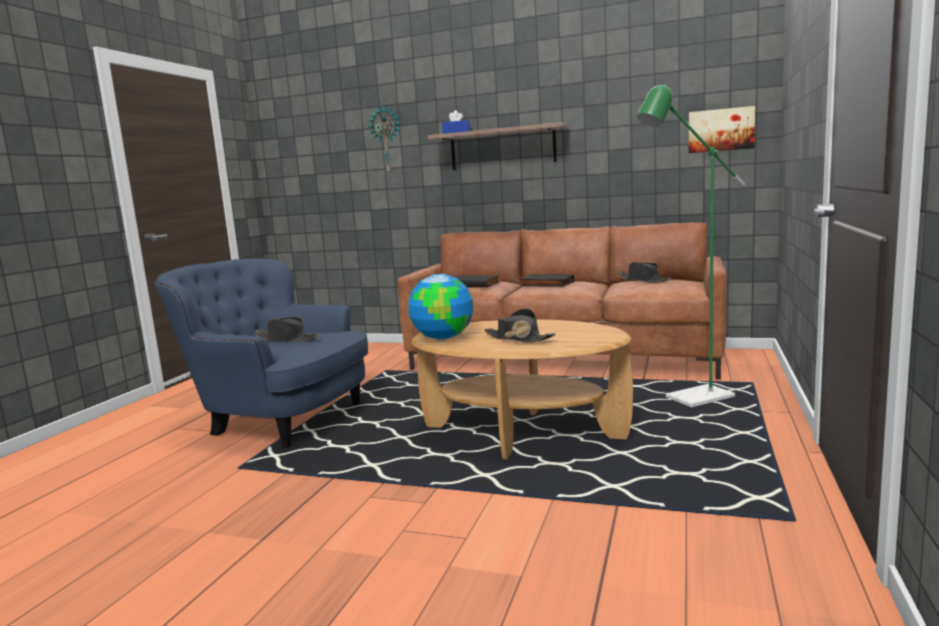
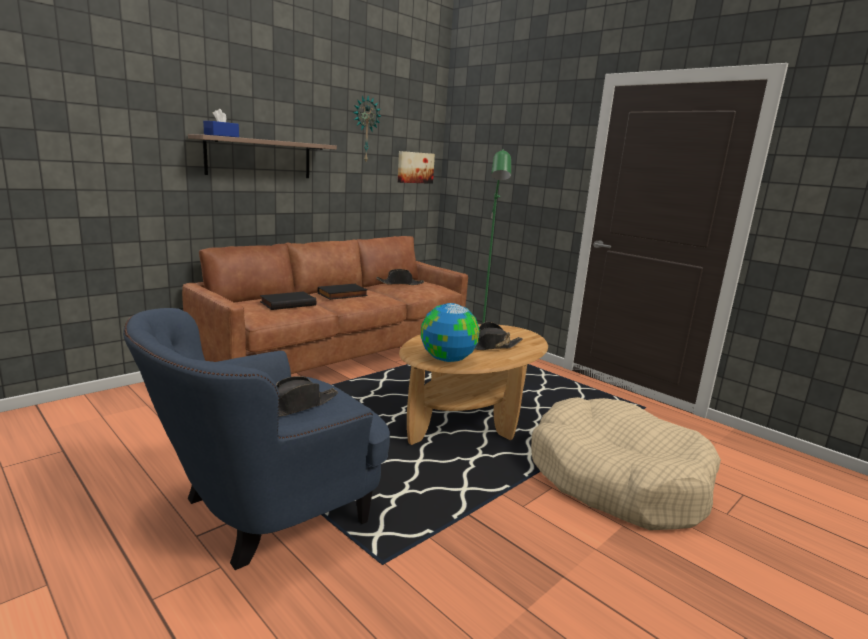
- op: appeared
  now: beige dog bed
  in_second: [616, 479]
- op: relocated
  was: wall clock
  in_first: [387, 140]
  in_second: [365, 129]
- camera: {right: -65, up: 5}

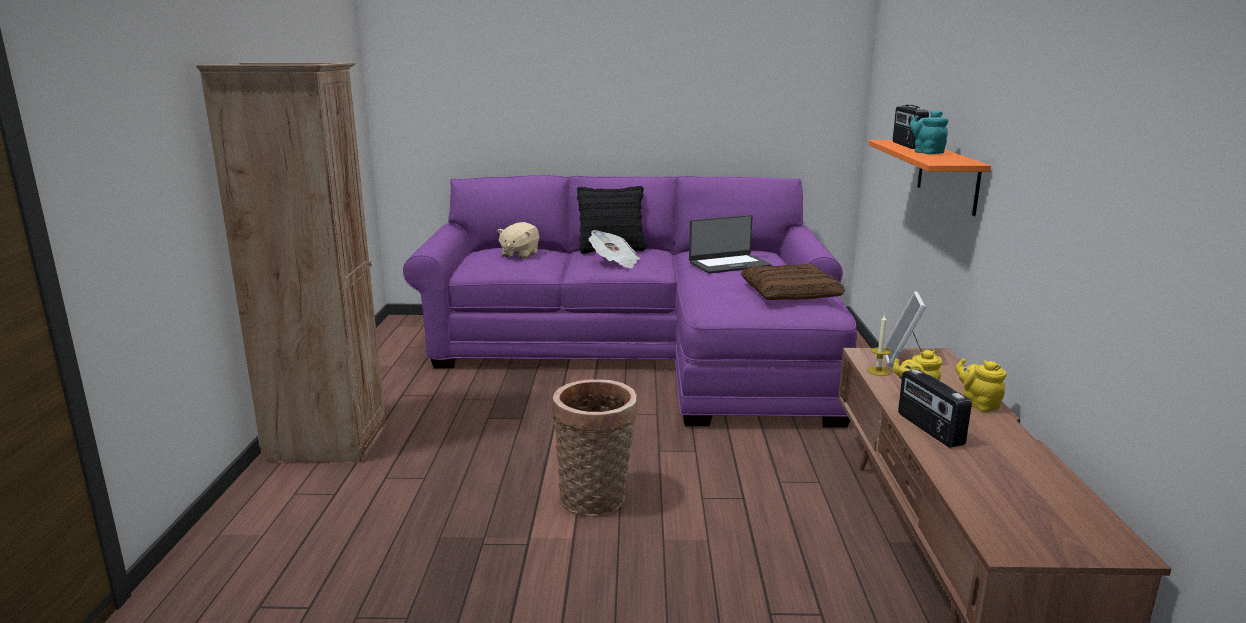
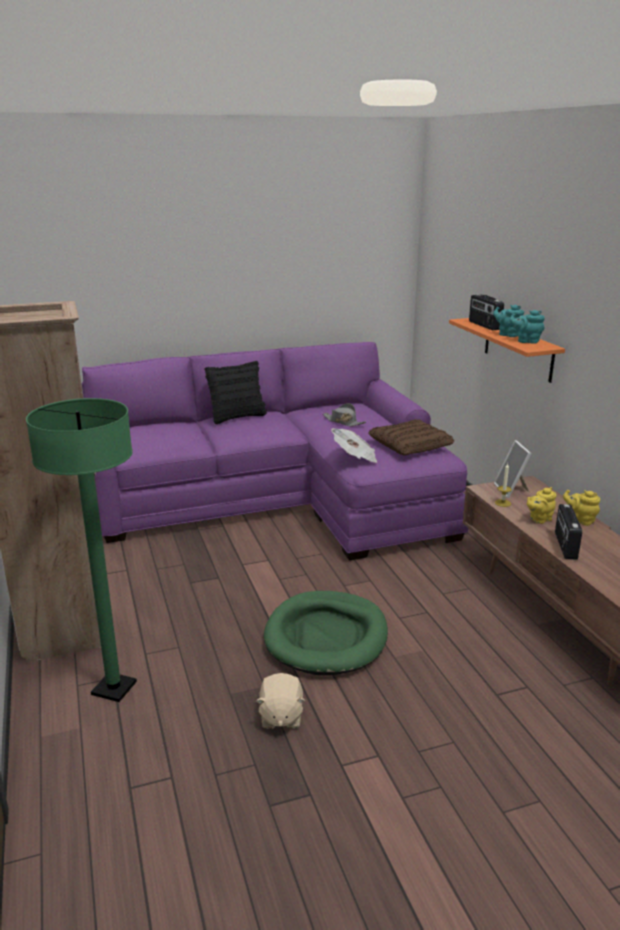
- op: appeared
  now: green floor lamp
  in_second: [114, 688]
- op: appeared
  now: turquoise teapot
  in_second: [526, 341]
- op: relocated
  was: beige plush toy
  in_first: [519, 254]
  in_second: [280, 716]
- op: relocated
  was: newspaper
  in_first: [614, 263]
  in_second: [355, 457]
- op: exchanged
  was: basket
  now: green dog bed
  in_first: [596, 500]
  in_second: [326, 637]
- op: exchanged
  was: laptop
  now: grey hat
  in_first: [729, 264]
  in_second: [343, 422]
- op: spun
  was: radio
  in_first: [929, 429]
  in_second: [565, 546]
  clockwise: 45
- camera: {right: -20, up: 5}

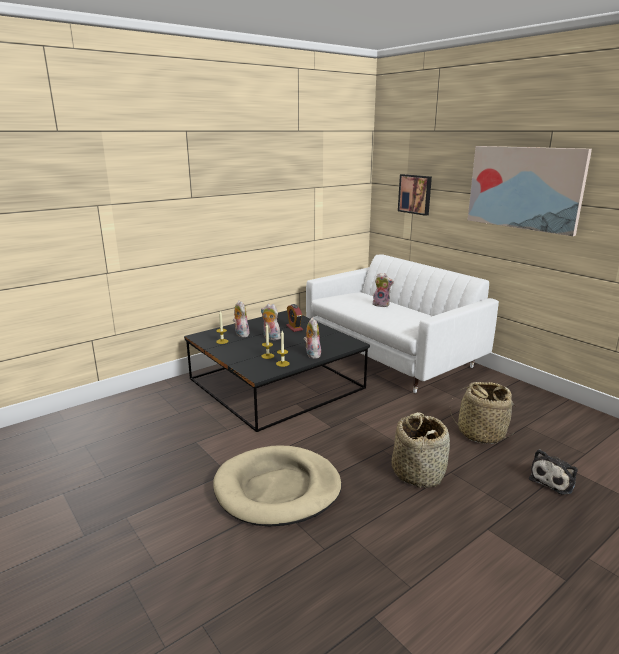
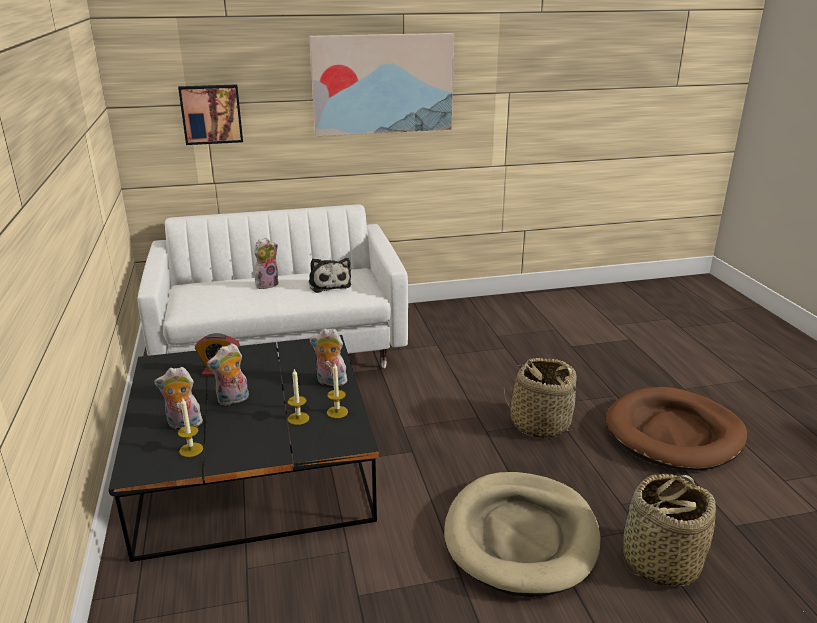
- op: appeared
  now: brown dog bed
  in_second: [674, 433]
- op: relocated
  was: basket
  in_first: [481, 433]
  in_second: [659, 561]
- op: relocated
  was: plush toy
  in_first: [553, 480]
  in_second: [329, 284]
- camera: {right: -65, up: 5}

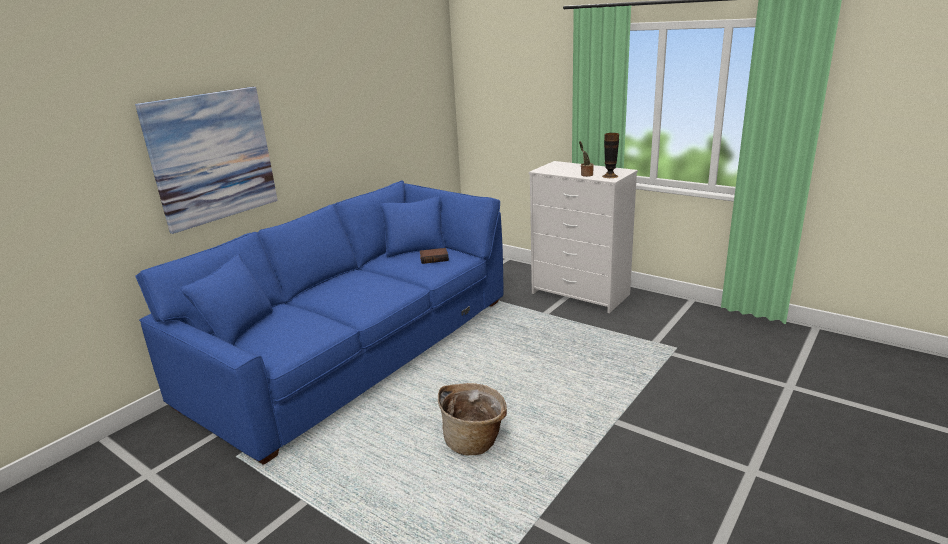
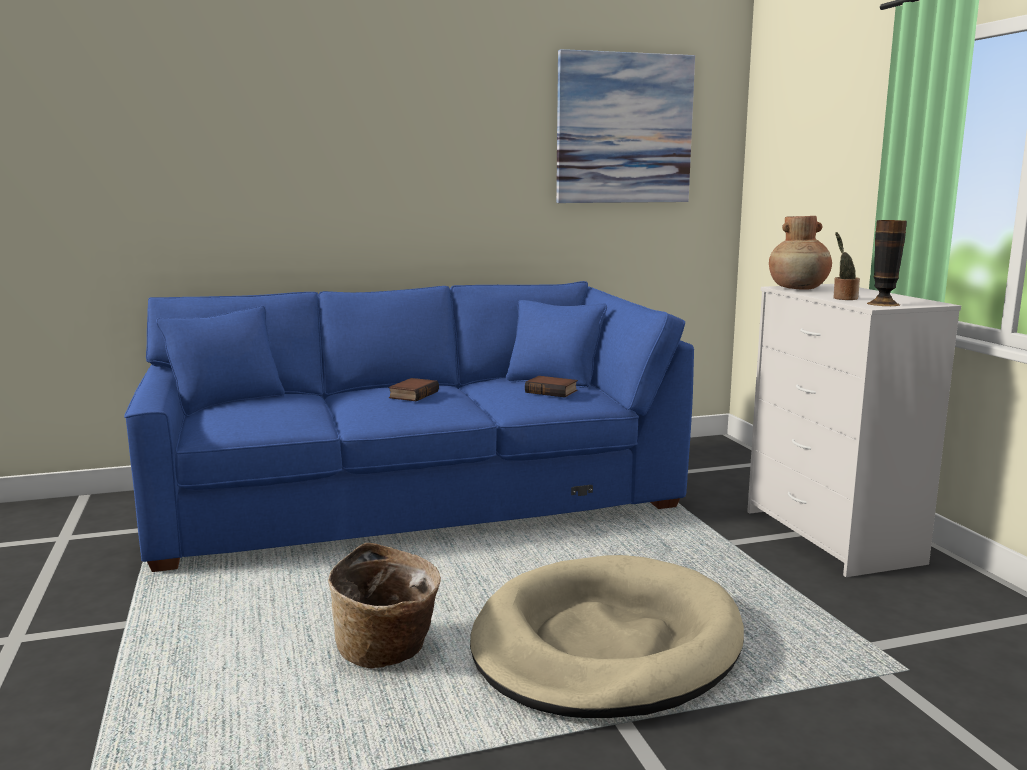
- op: appeared
  now: book
  in_second: [413, 394]
- op: appeared
  now: beige dog bed
  in_second: [606, 645]
- op: appeared
  now: brown vase
  in_second: [799, 288]
- op: relocated
  was: picture
  in_first: [212, 157]
  in_second: [624, 129]
- camera: {right: 35, up: -10}

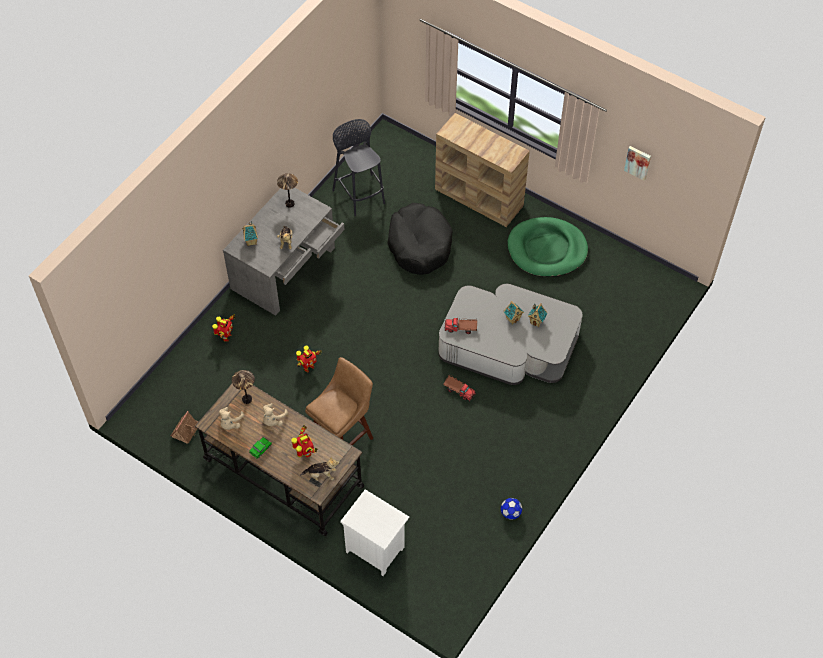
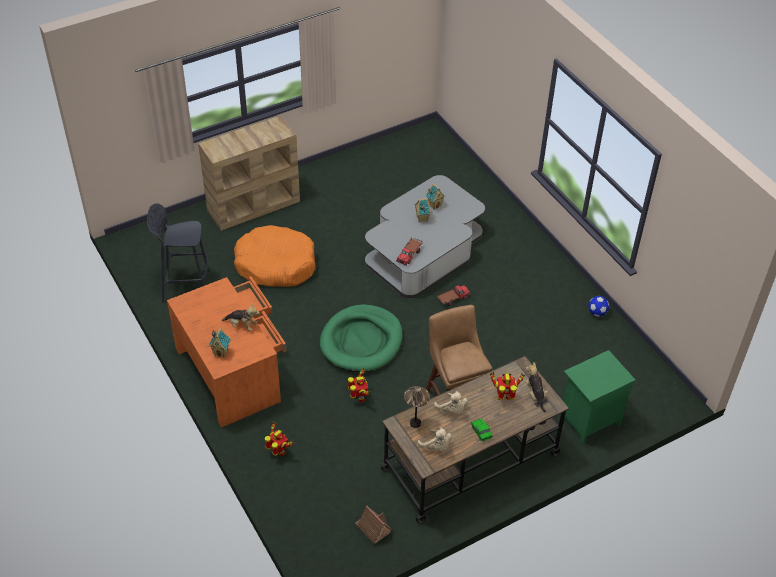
- op: missing
  was: table lamp
  in_first: [290, 204]
- op: missing
  was: picture
  in_first: [638, 162]
- op: relocated
  was: green dog bed
  in_first: [547, 249]
  in_second: [361, 341]
- op: colour
  was: grey desk
  now: orange desk
  in_first: [288, 270]
  in_second: [233, 371]
- op: colour
  was: white nightstand
  now: green nightstand
  in_first: [375, 548]
  in_second: [588, 420]
- op: colour
  was: black dog bed
  now: orange dog bed
  in_first: [419, 244]
  in_second: [275, 264]
- op: spun
  was: plush toy
  in_first: [321, 475]
  in_second: [535, 395]
  clockwise: -45
- camera: {right: -65, up: -10}

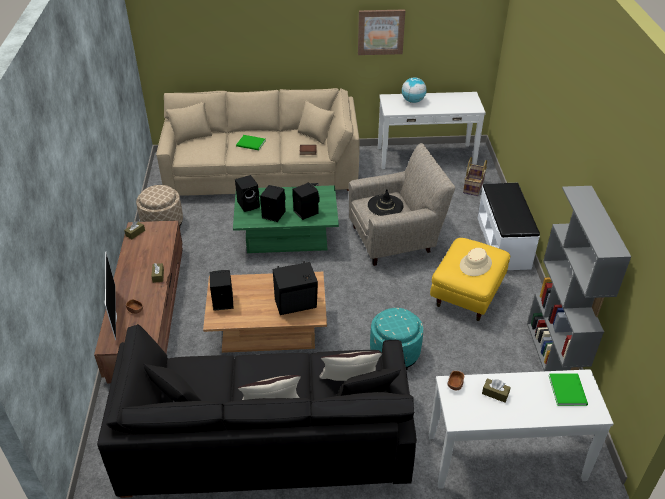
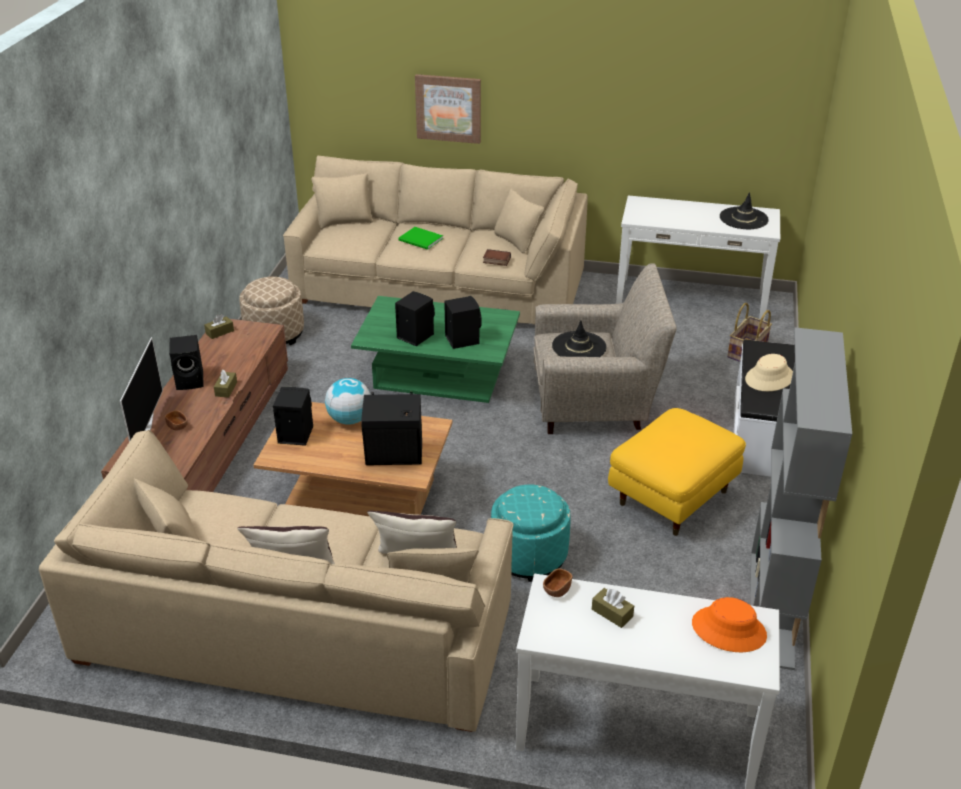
- op: appeared
  now: black hat
  in_second: [743, 218]
- op: relocated
  was: black speaker
  in_first: [249, 204]
  in_second: [191, 380]
- op: relocated
  was: picture
  in_first: [380, 32]
  in_second: [448, 108]
- op: relocated
  was: globe
  in_first: [413, 101]
  in_second: [349, 419]
- op: relocated
  was: beige hat
  in_first: [475, 264]
  in_second: [769, 378]
- op: exchanged
  was: green book
  now: orange hat
  in_first: [568, 389]
  in_second: [729, 629]
- op: colour
  was: black sofa
  now: beige sofa
  in_first: [265, 439]
  in_second: [296, 631]
- camera: {right: 15, up: -5}

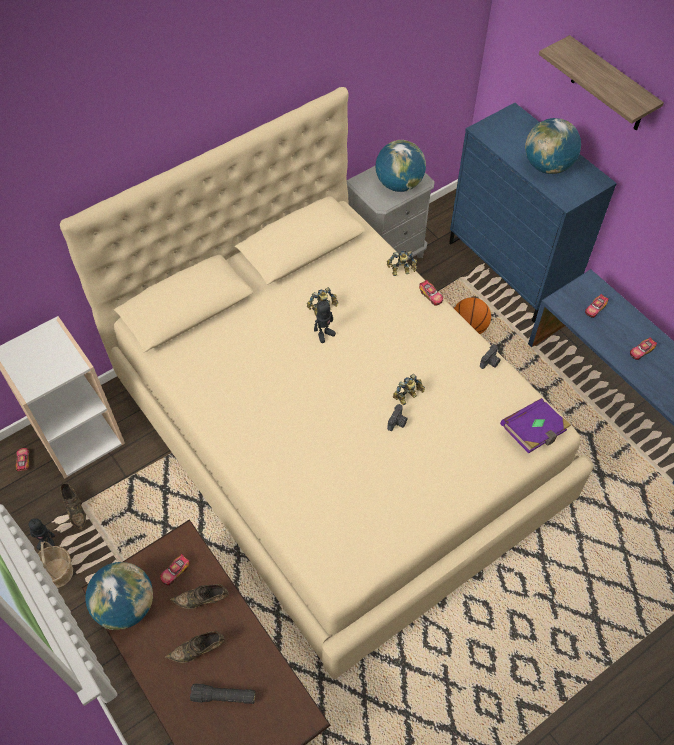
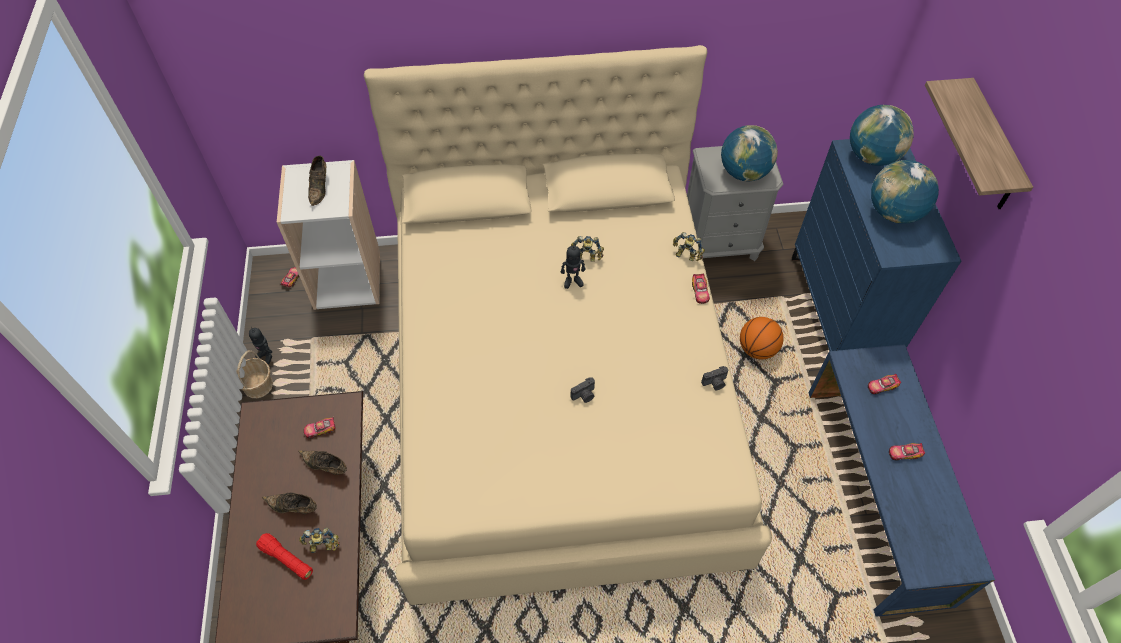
- op: missing
  was: purple book
  in_first: [533, 432]
- op: relocated
  was: brown shoe
  in_first: [75, 509]
  in_second: [320, 188]
- op: relocated
  was: globe
  in_first: [126, 606]
  in_second: [872, 157]
- op: relocated
  was: toy robot
  in_first: [408, 397]
  in_second: [322, 547]
- op: colour
  was: black flashlight
  now: red flashlight
  in_first: [224, 696]
  in_second: [287, 559]
- camera: {right: 30, up: 0}

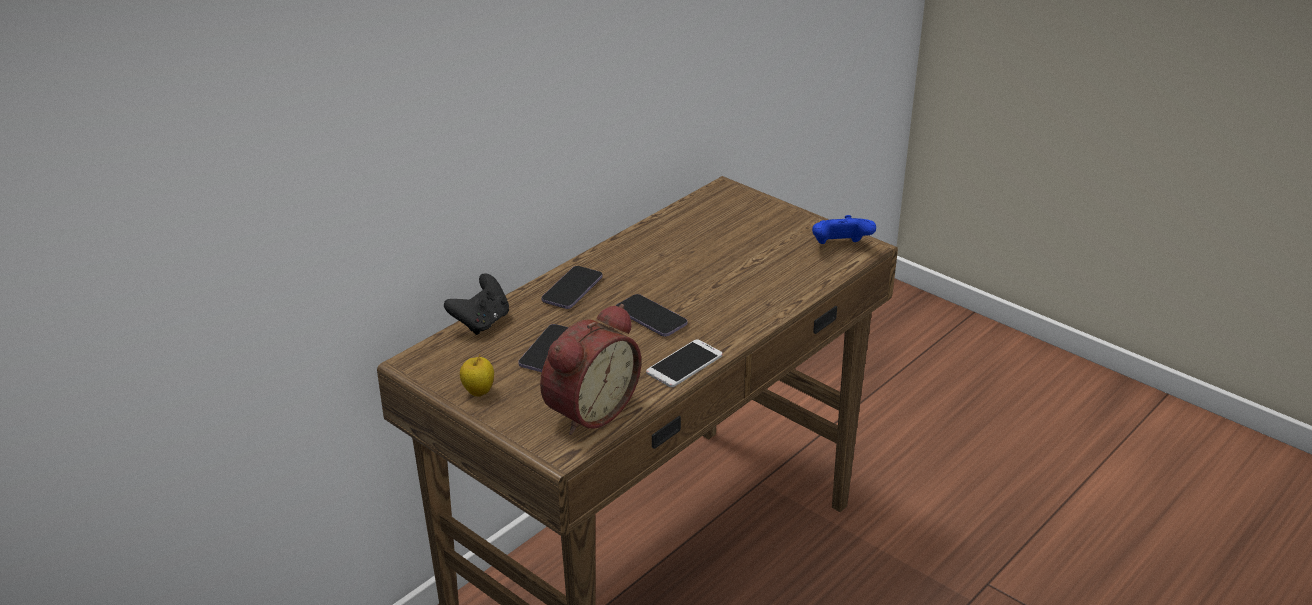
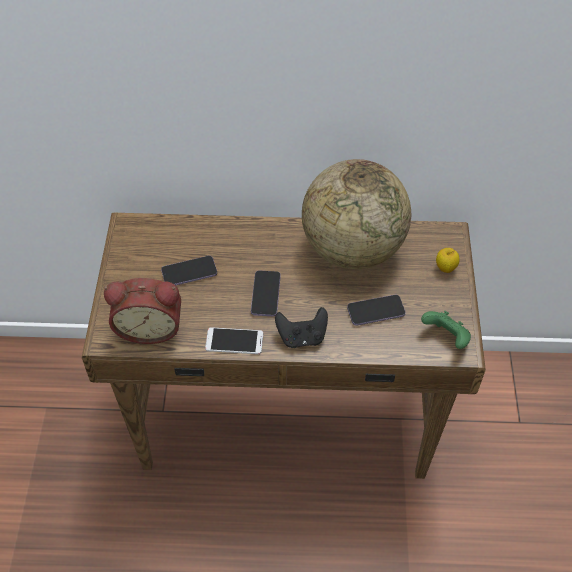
- op: appeared
  now: globe
  in_second: [352, 248]
- op: relocated
  was: black game controller
  in_first: [481, 322]
  in_second: [302, 337]
- op: relocated
  was: apple
  in_first: [478, 392]
  in_second: [445, 268]
- op: relocated
  was: phone
  in_first: [572, 289]
  in_second: [376, 311]
- op: colour
  was: blue game controller
  now: green game controller
  in_first: [840, 247]
  in_second: [446, 337]
- camera: {right: 50, up: 20}

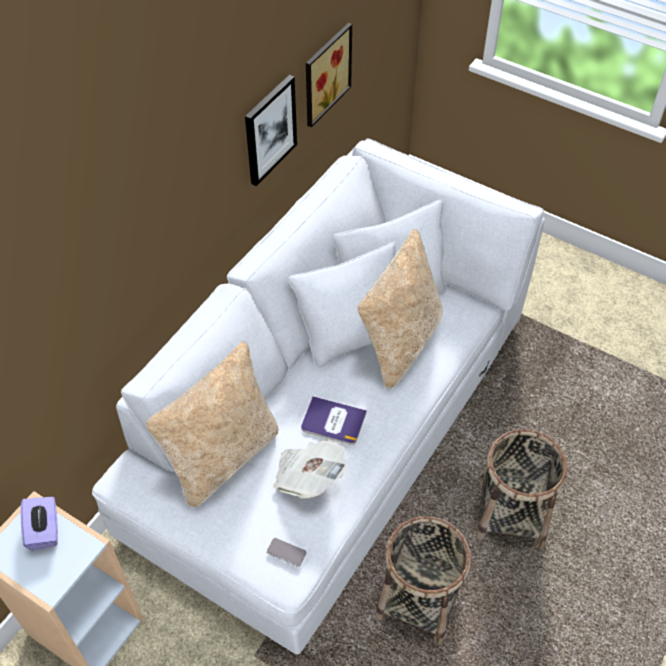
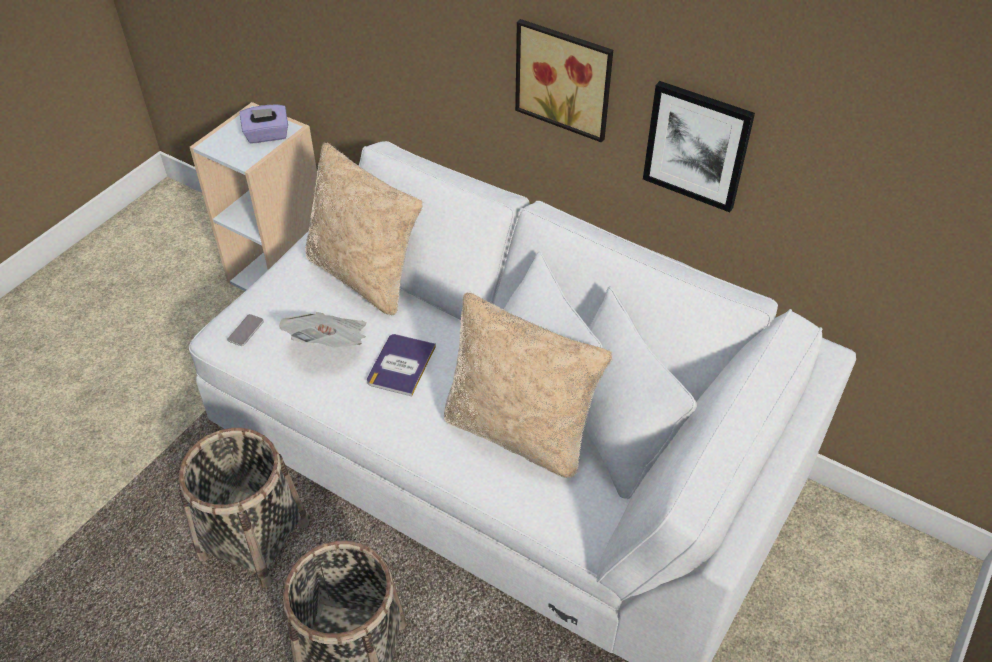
- op: relocated
  was: picture
  in_first: [324, 73]
  in_second: [565, 78]
- camera: {right: 90, up: -5}

